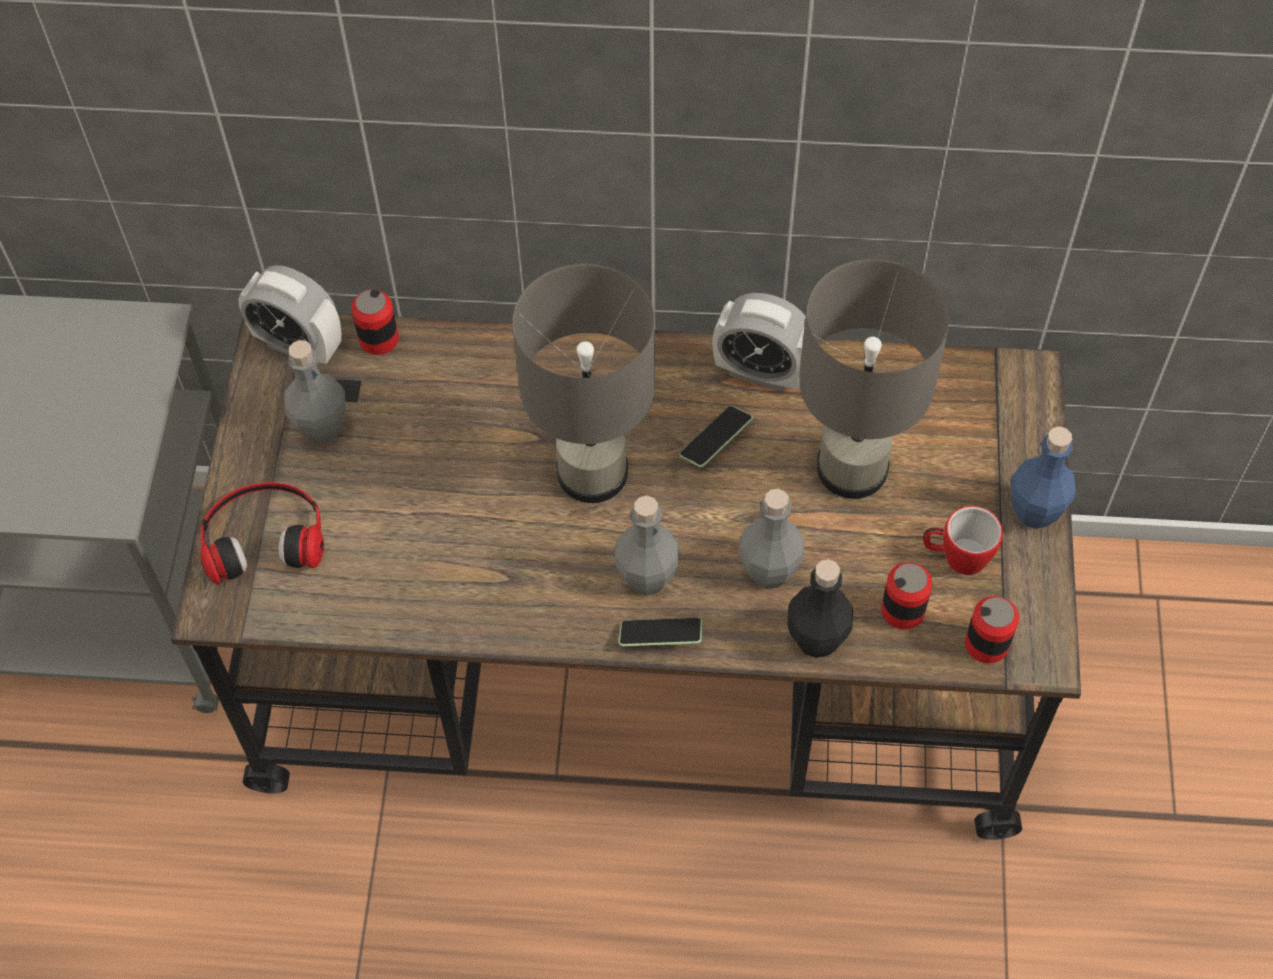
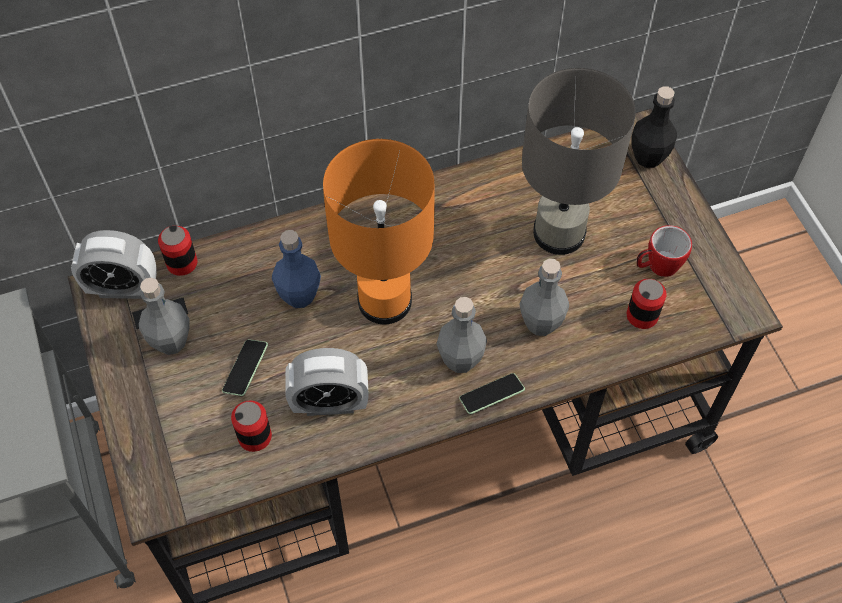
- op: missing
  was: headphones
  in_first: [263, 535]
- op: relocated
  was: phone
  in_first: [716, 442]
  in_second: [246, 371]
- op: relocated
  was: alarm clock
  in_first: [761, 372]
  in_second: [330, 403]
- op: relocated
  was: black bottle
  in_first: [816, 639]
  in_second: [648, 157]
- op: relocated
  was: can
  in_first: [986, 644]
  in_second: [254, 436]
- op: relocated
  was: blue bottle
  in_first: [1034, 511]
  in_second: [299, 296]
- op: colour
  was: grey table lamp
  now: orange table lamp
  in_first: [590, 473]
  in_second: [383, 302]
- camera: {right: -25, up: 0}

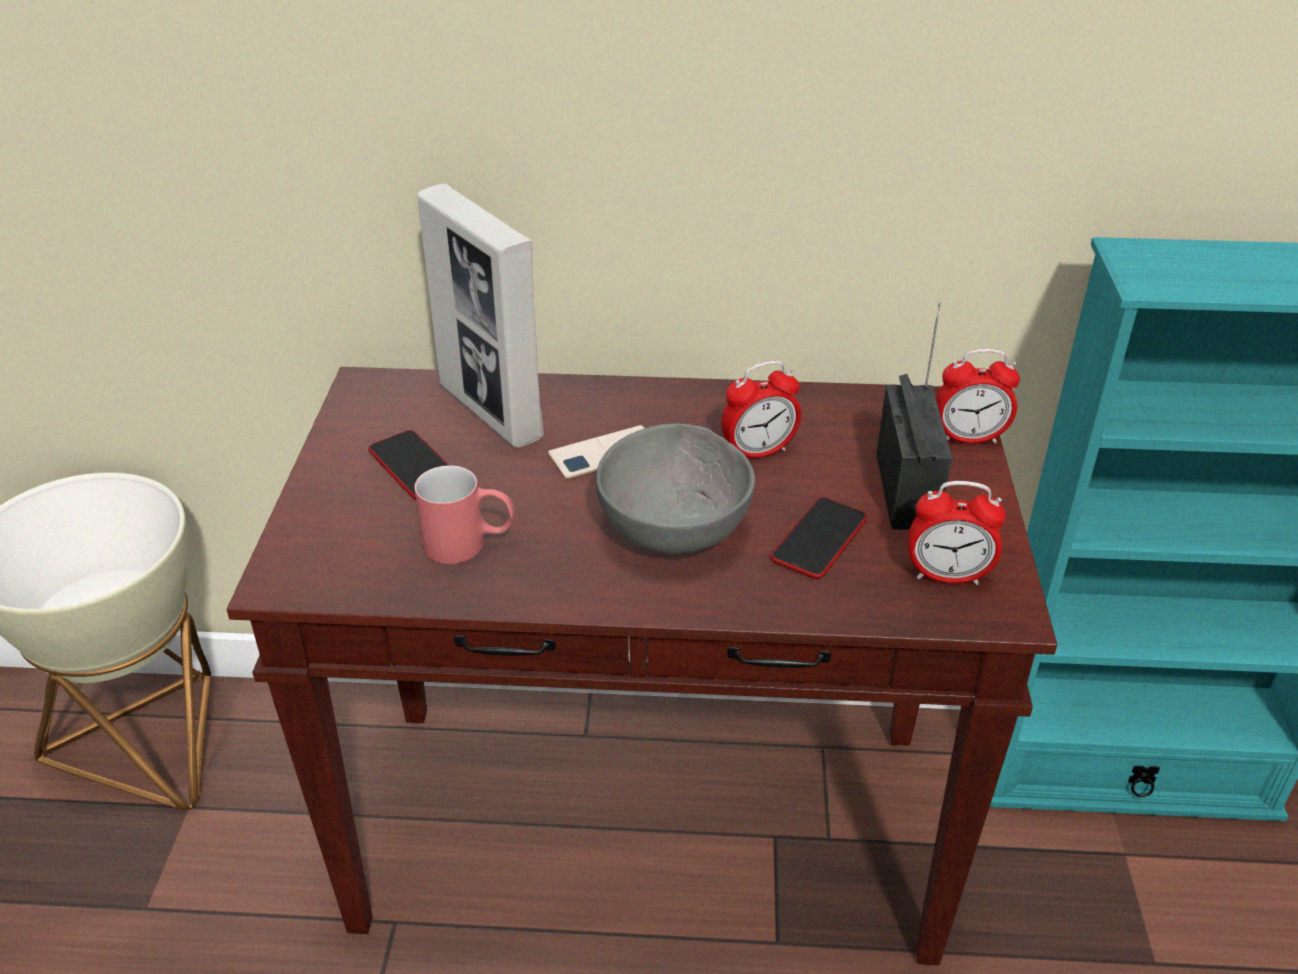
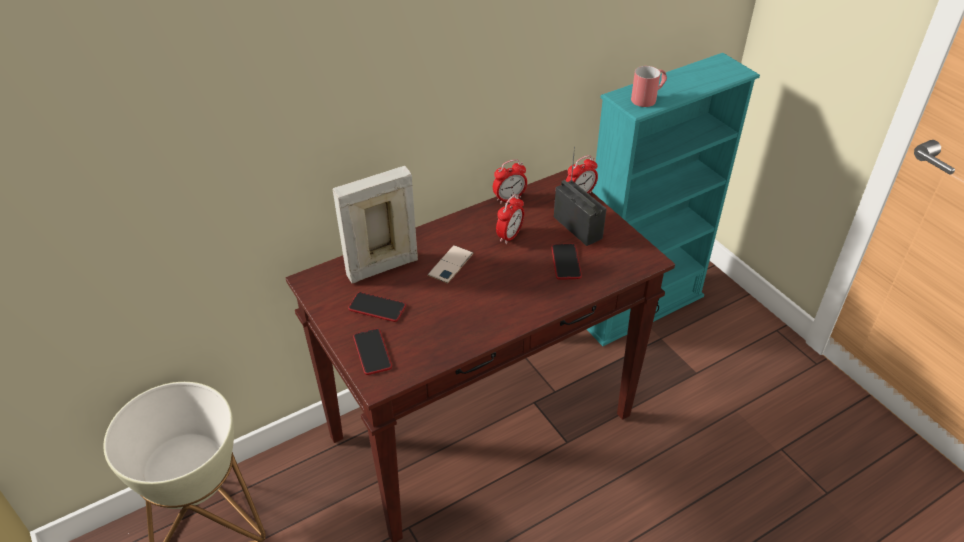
- op: missing
  was: grey bowl
  in_first: [677, 528]
- op: appeared
  now: phone
  in_second: [372, 352]
- op: relocated
  was: red mug
  in_first: [470, 544]
  in_second: [648, 98]
- op: relocated
  was: alarm clock
  in_first: [947, 576]
  in_second: [509, 198]
- op: spun
  was: picture frame
  in_first: [490, 411]
  in_second: [382, 267]
  clockwise: 135
- camera: {right: -35, up: 5}

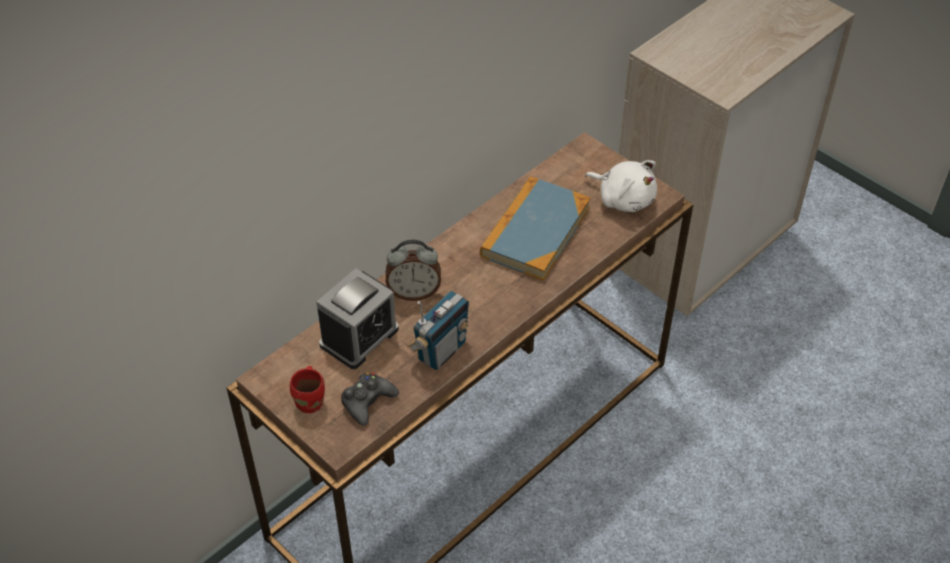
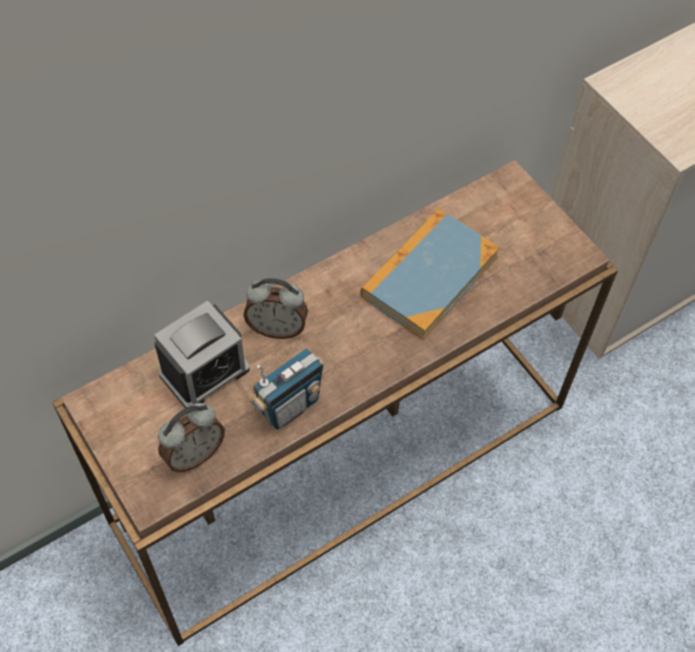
- op: missing
  was: red mug
  in_first: [311, 402]
- op: missing
  was: white plush toy
  in_first: [624, 198]
- op: exchanged
  was: black game controller
  now: alarm clock
  in_first: [367, 402]
  in_second: [194, 454]
- camera: {right: 10, up: 10}

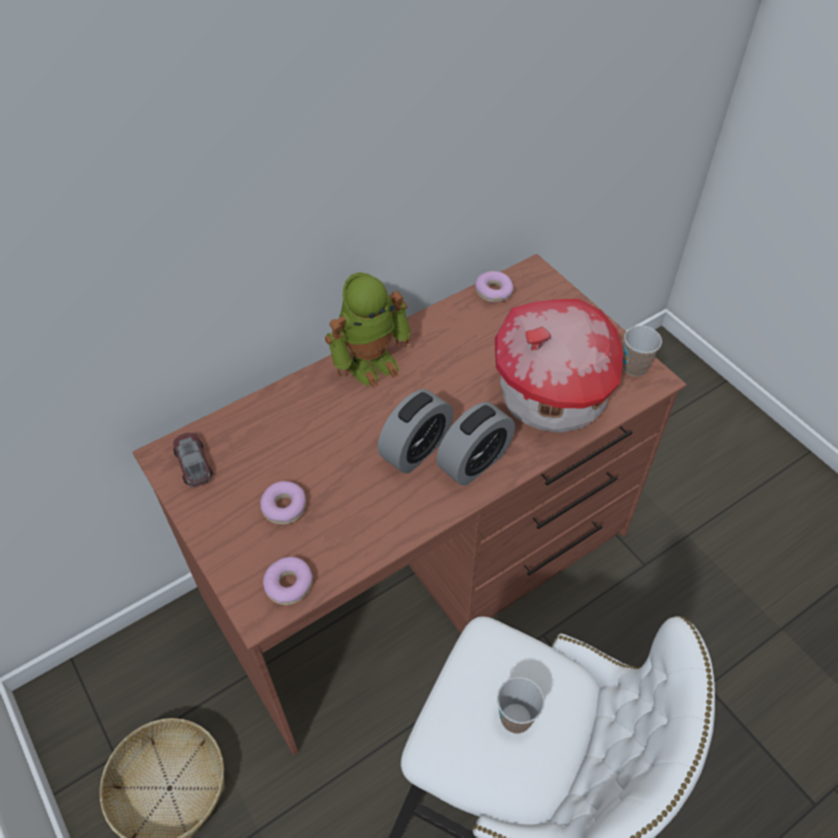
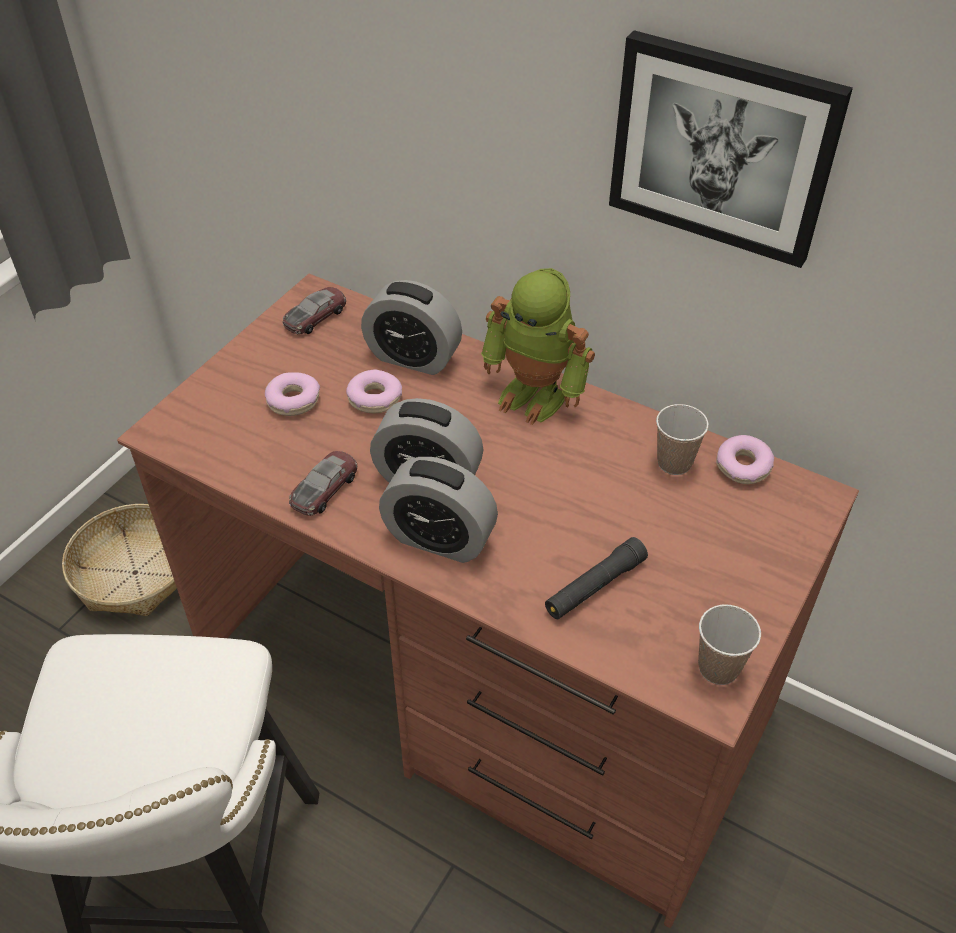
- op: appeared
  now: toy car
  in_second: [324, 488]
- op: appeared
  now: alarm clock
  in_second: [413, 357]
- op: appeared
  now: picture
  in_second: [722, 147]
- op: relocated
  was: donut
  in_first: [289, 584]
  in_second: [375, 398]
- op: relocated
  was: cup
  in_first: [516, 718]
  in_second: [674, 463]
- op: exchanged
  was: toy house
  now: black flashlight
  in_first: [552, 398]
  in_second: [594, 586]
- camera: {right: 65, up: -5}

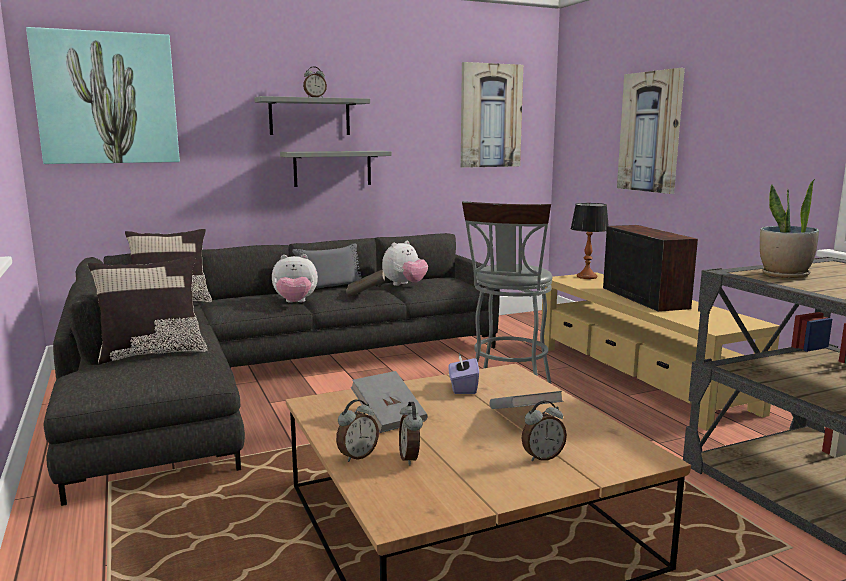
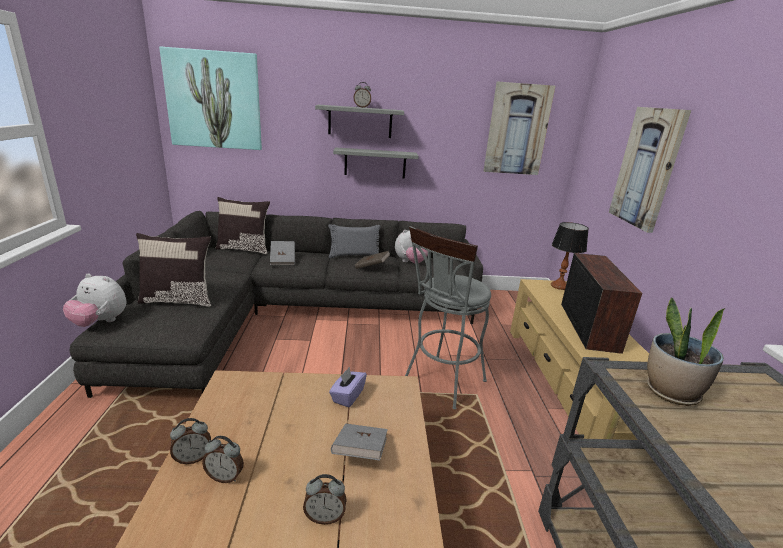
- op: relocated
  was: plush toy
  in_first: [295, 303]
  in_second: [100, 322]
- op: relocated
  was: grey book
  in_first: [389, 417]
  in_second: [283, 260]
- op: spun
  was: alarm clock
  in_first: [410, 458]
  in_second: [225, 476]
  clockwise: -90
- camera: {right: 20, up: 10}

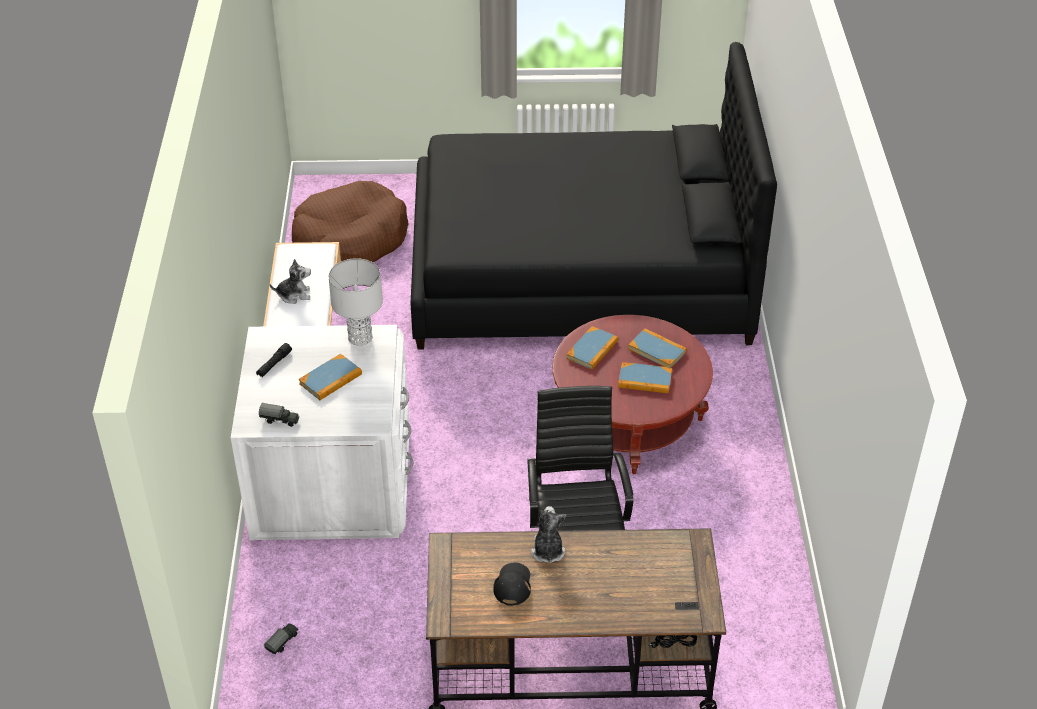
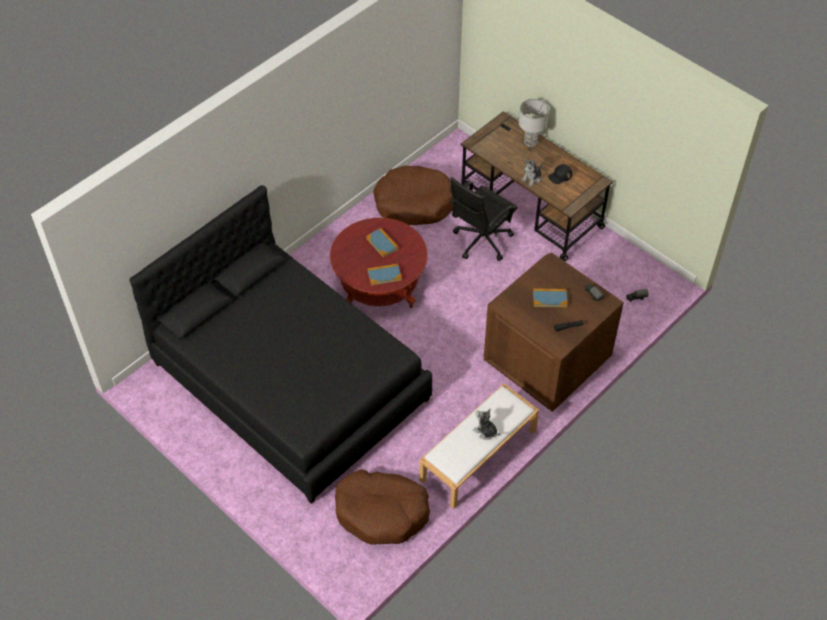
- op: missing
  was: book
  in_first: [657, 350]
- op: appeared
  now: brown dog bed
  in_second: [414, 203]
- op: relocated
  was: white table lamp
  in_first: [360, 338]
  in_second: [530, 142]
- op: colour
  was: white dresser
  now: brown dresser
  in_first: [332, 481]
  in_second: [546, 356]
- camera: {right: -135, up: 10}

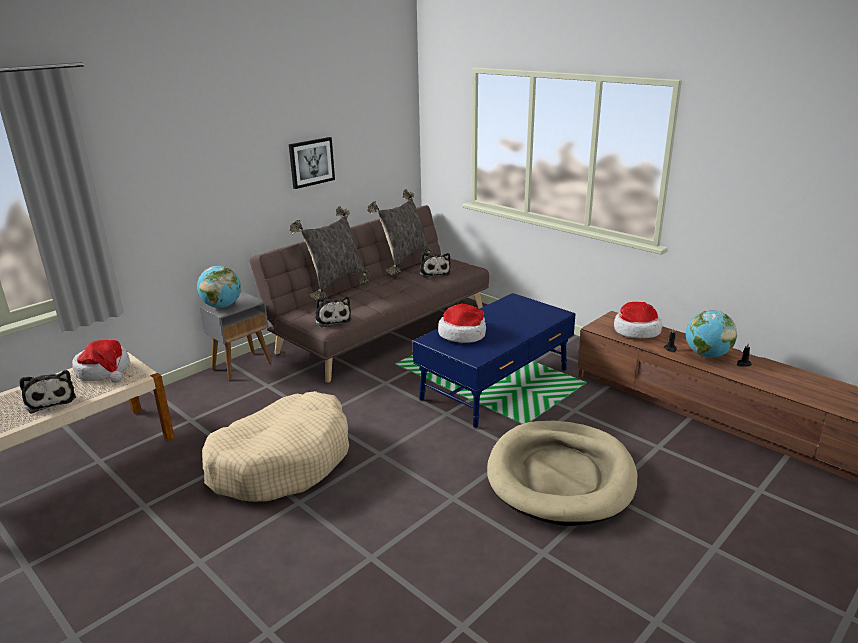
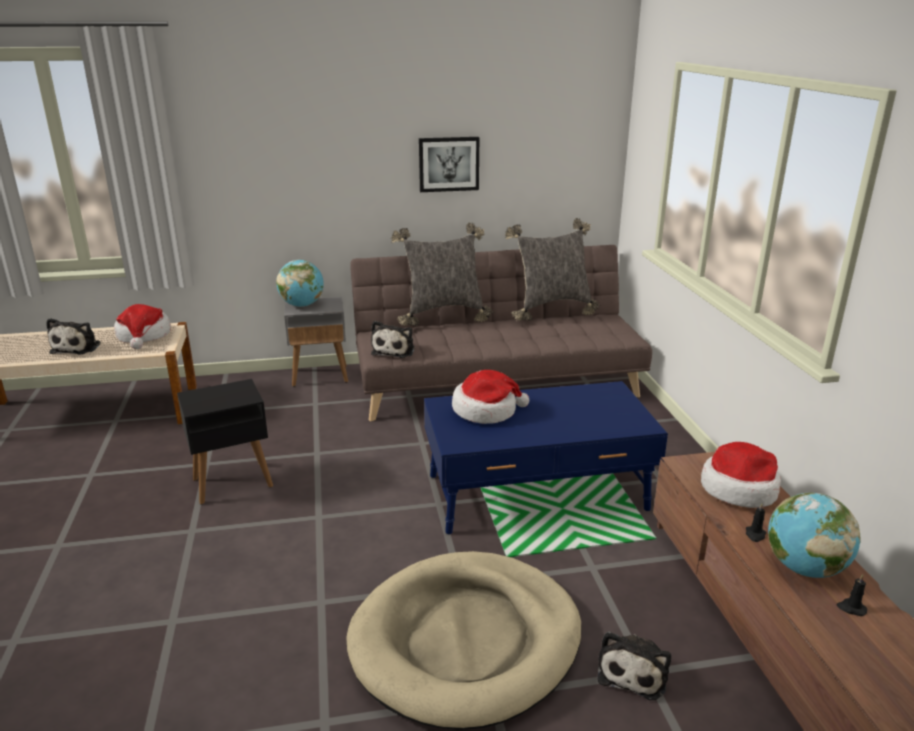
- op: relocated
  was: plush toy
  in_first: [434, 272]
  in_second: [633, 671]
- op: exchanged
  was: beige dog bed
  now: black side table
  in_first: [282, 461]
  in_second: [232, 483]
- camera: {right: 35, up: 0}

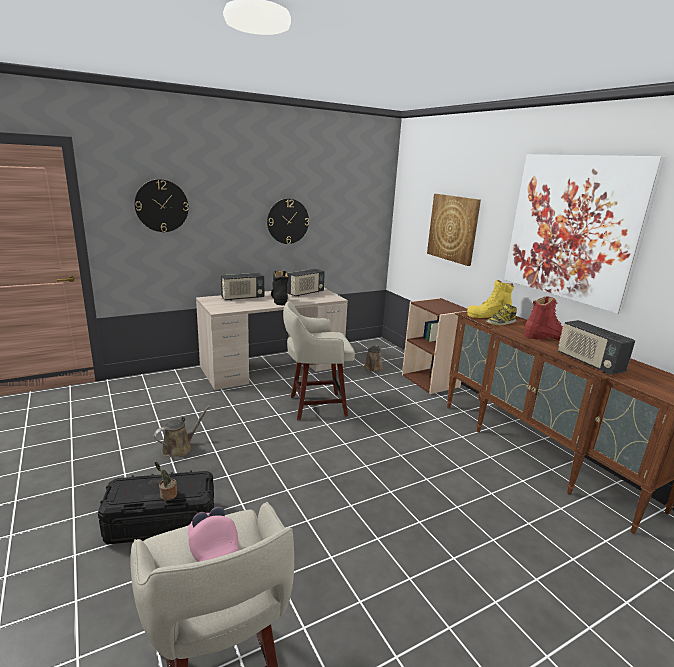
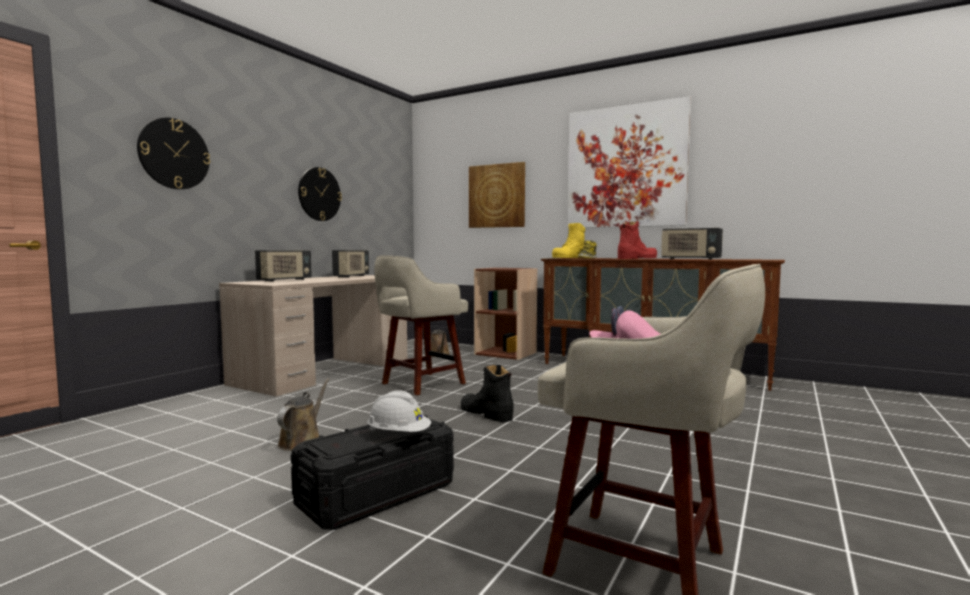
- op: relocated
  was: black boot
  in_first: [279, 299]
  in_second: [486, 414]
- op: exchanged
  was: potted plant
  now: white hard hat
  in_first: [167, 495]
  in_second: [399, 435]
- camera: {right: -30, up: -15}

